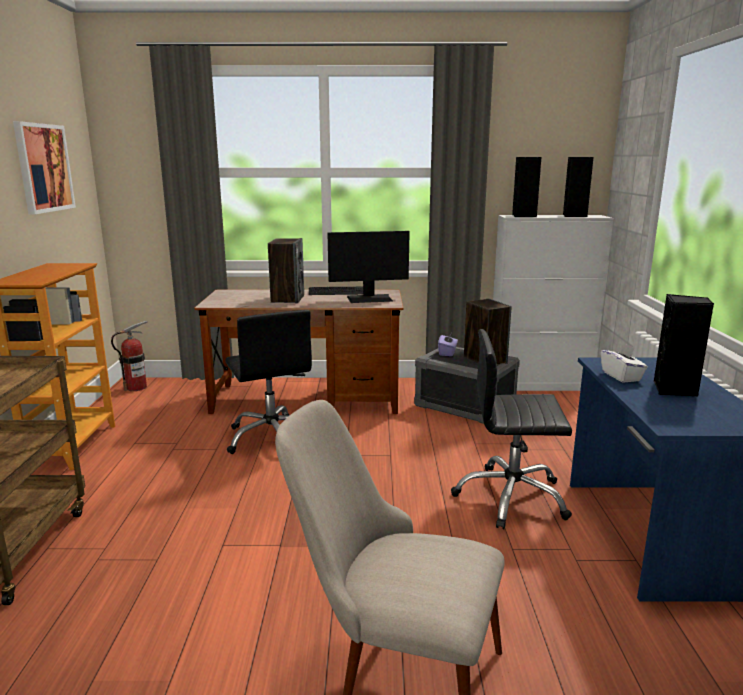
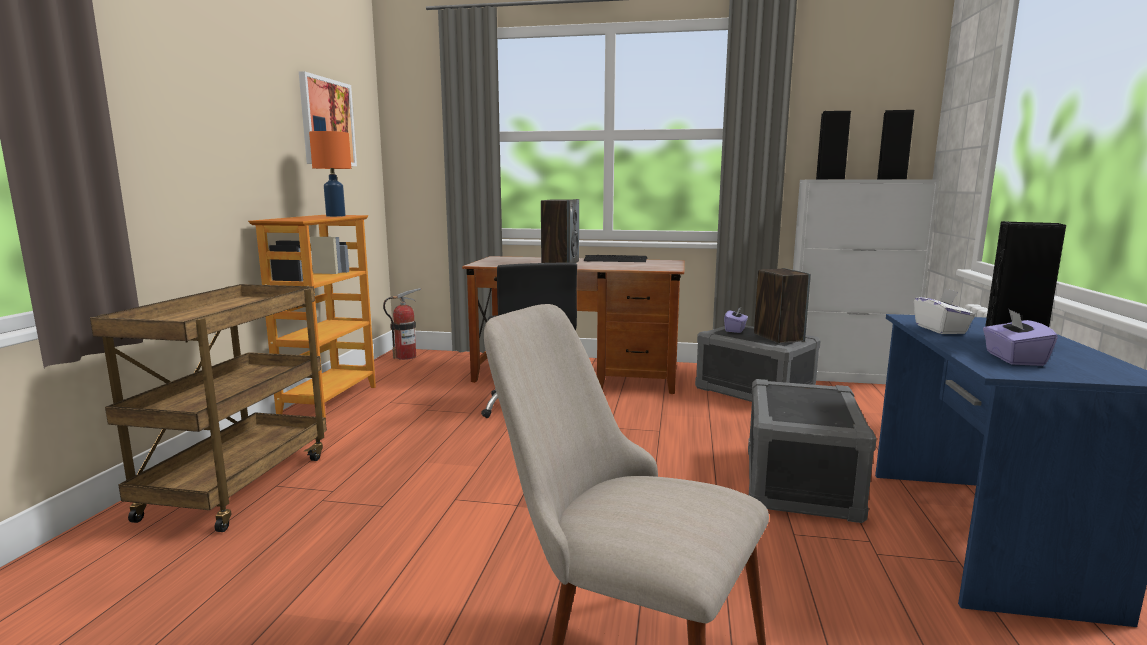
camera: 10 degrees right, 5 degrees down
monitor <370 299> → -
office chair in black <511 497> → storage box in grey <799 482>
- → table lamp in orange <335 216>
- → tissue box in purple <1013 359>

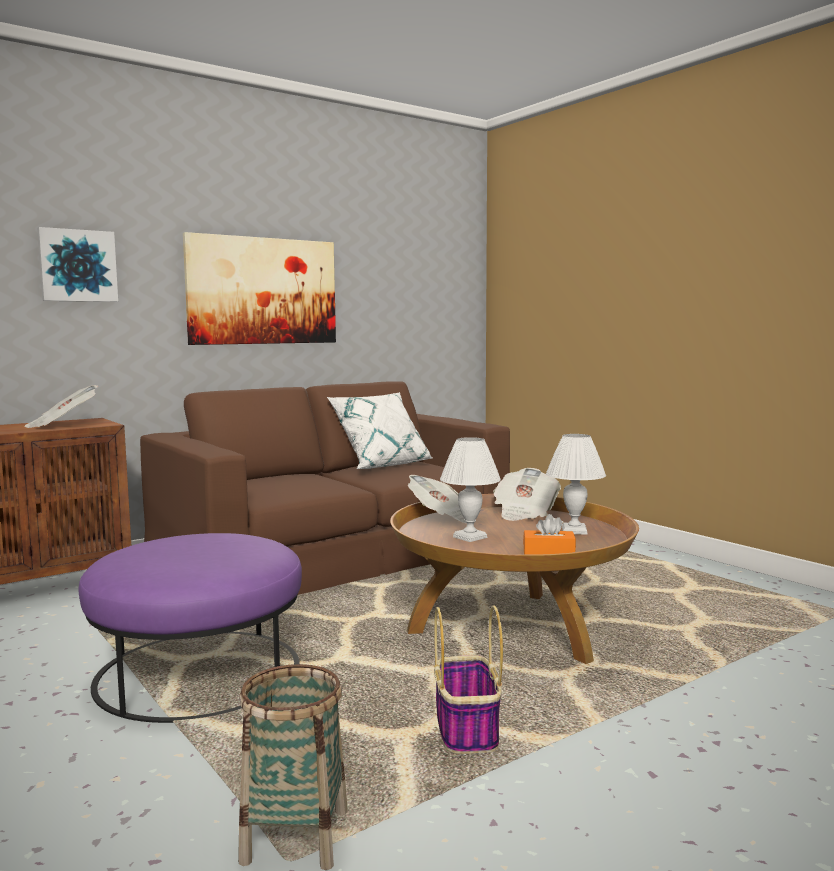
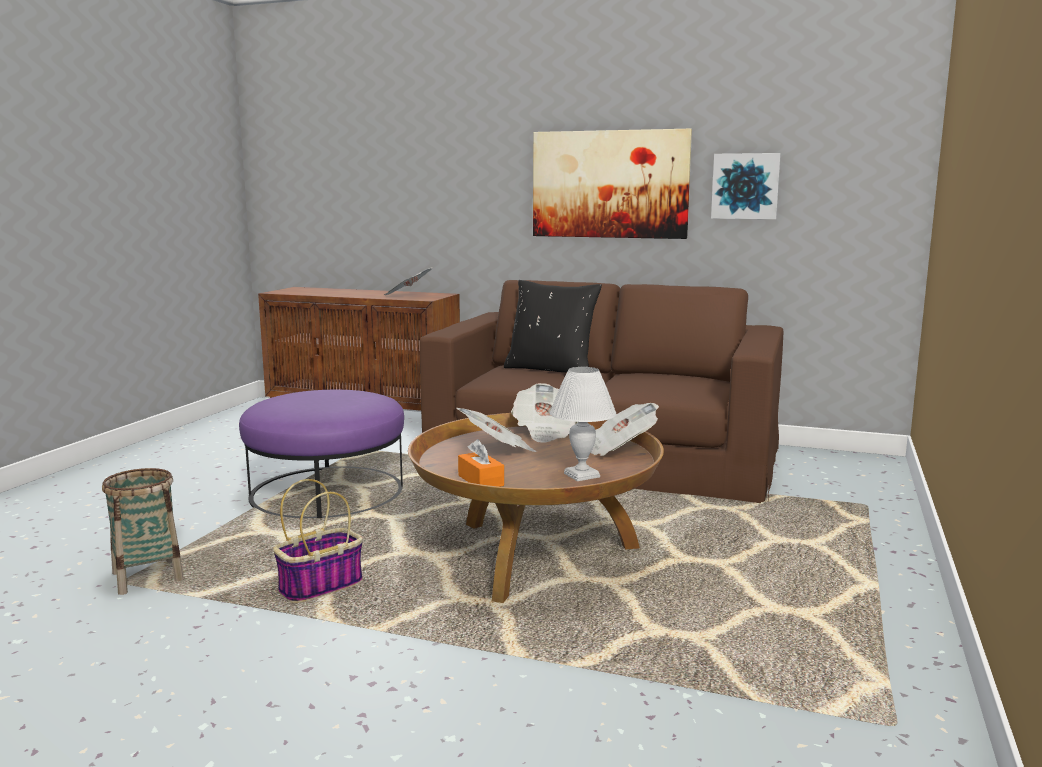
camera: 55 degrees right, 5 degrees up
picture <77 266> → picture <745 186>, relocated
pillow in white <382 465> → -
table lamp in white <470 537> → newspaper <497 450>
- → pillow in black <551 369>

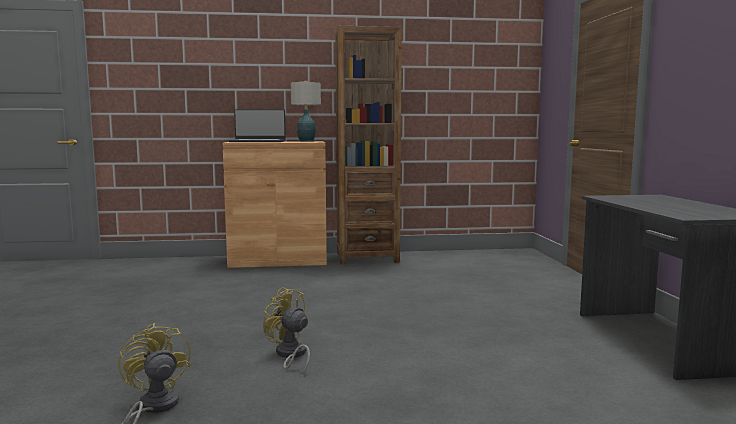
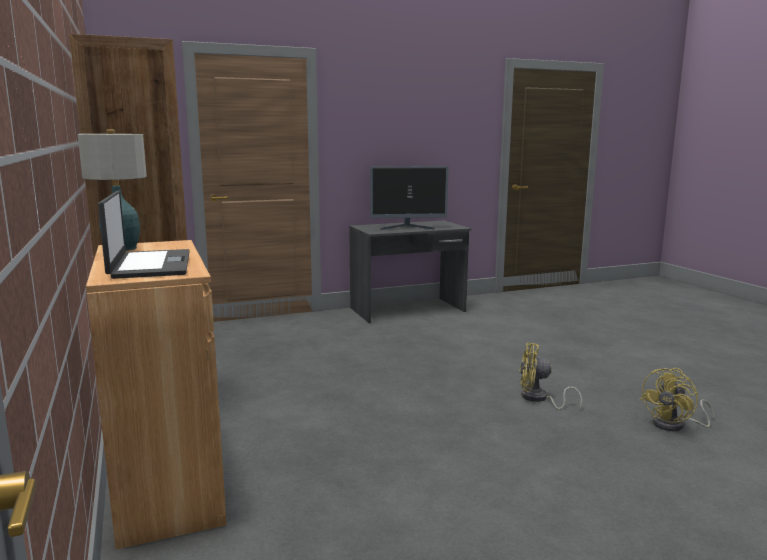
camera: 105 degrees left, 5 degrees up
fan in yellow <290 355> → fan in yellow <539 399>, 75 degrees clockwise
- → monitor <408 227>

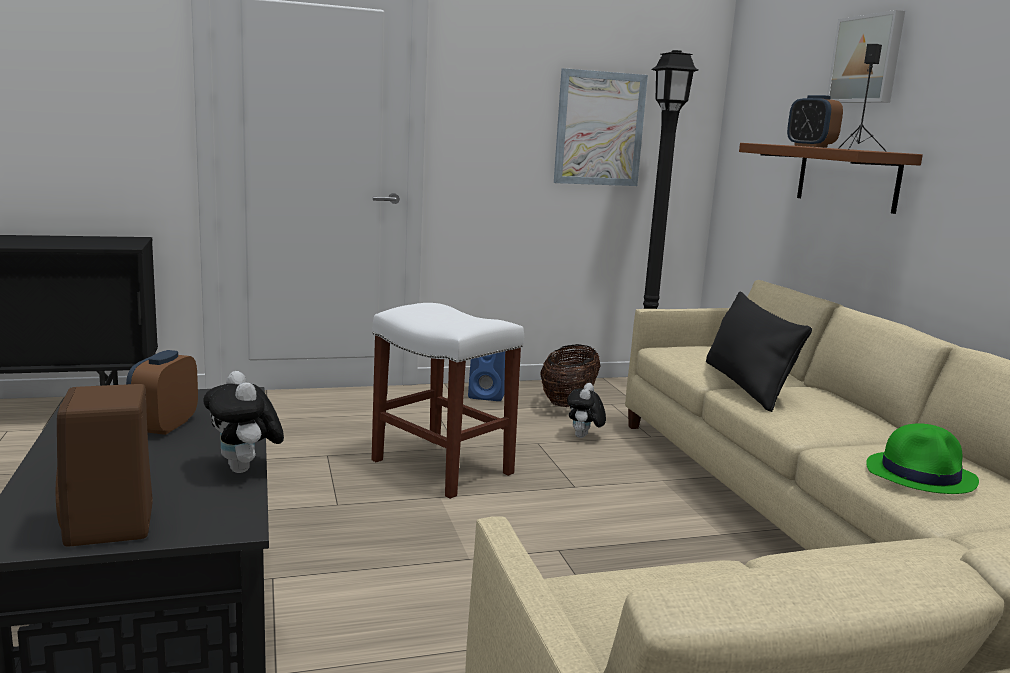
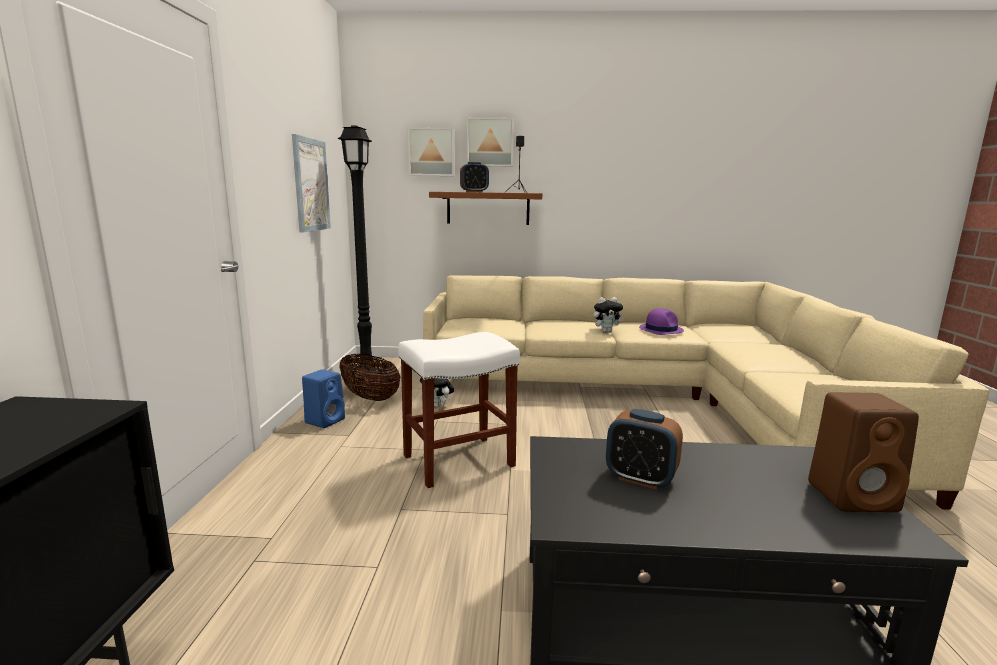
camera: 70 degrees left, 0 degrees up
pillow in black <745 385> → -
plush toy <245 469> → plush toy <606 331>, relocated
hat in green <921 474> → hat in purple <661 329>
- → picture <432 152>

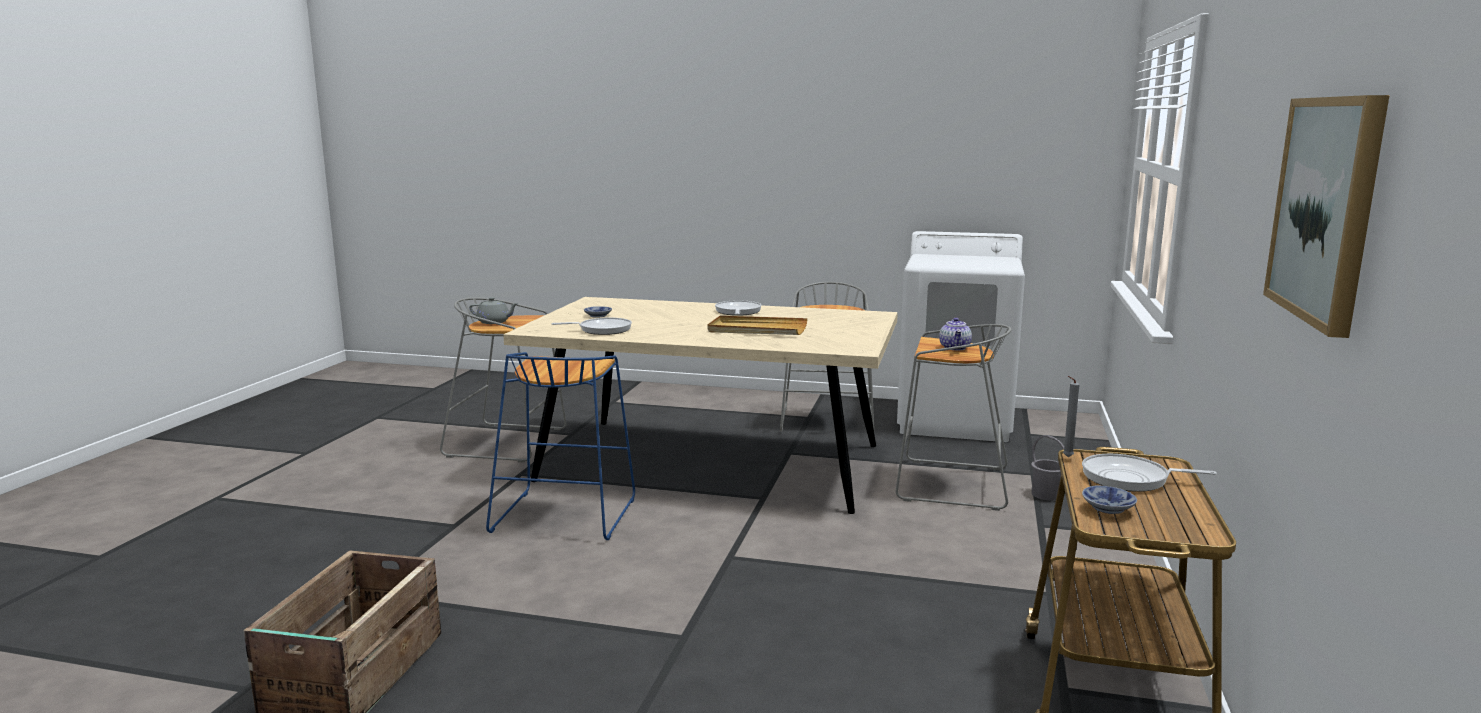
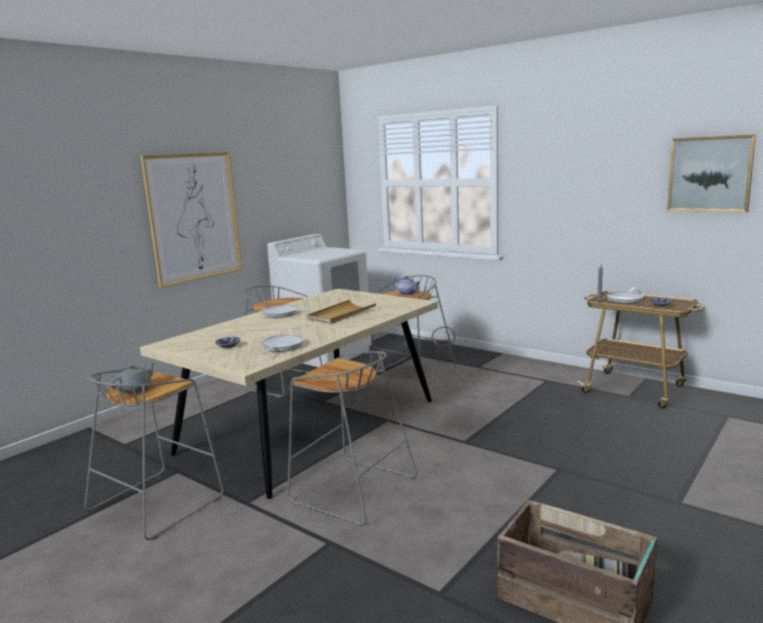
camera: 65 degrees left, 0 degrees up
stool in blue <564 514> → stool in grey <351 490>
- → picture <194 217>

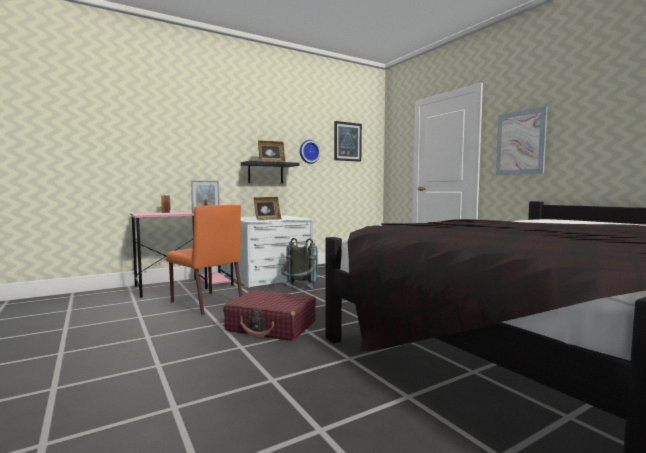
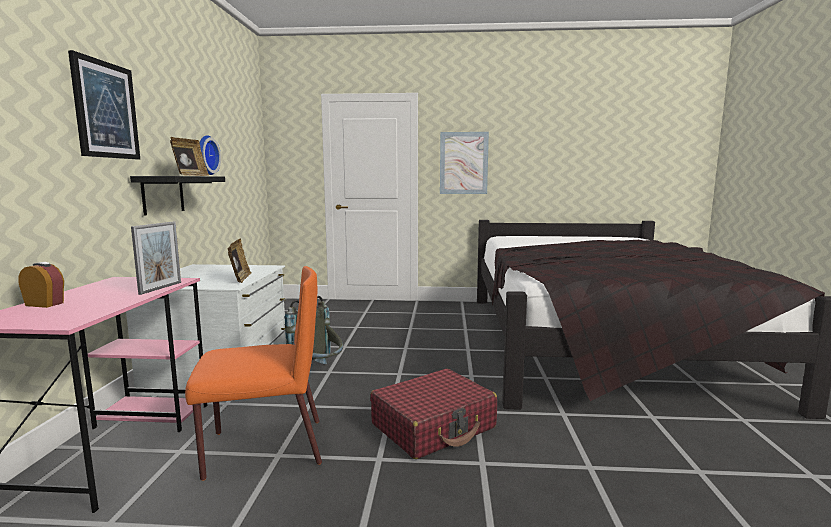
camera: 55 degrees left, 5 degrees up
picture <347 141> → picture <105 110>, relocated

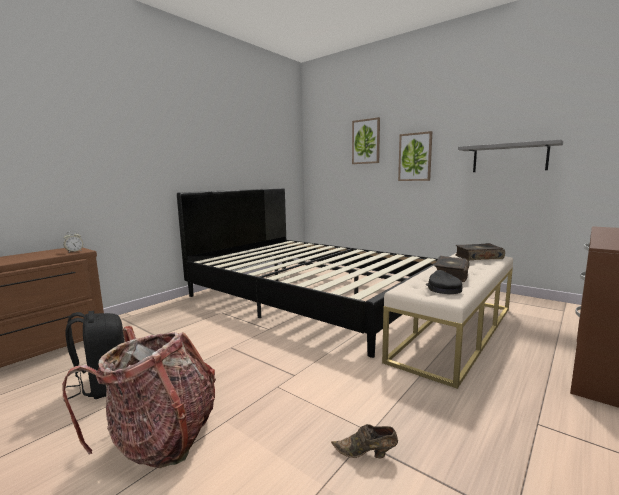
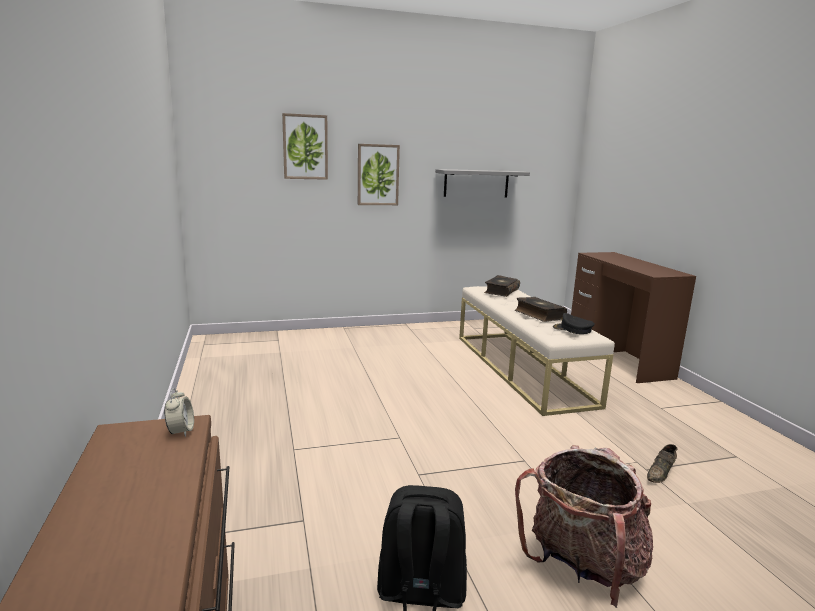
camera: 55 degrees left, 5 degrees up
bed in black <312 297> → -

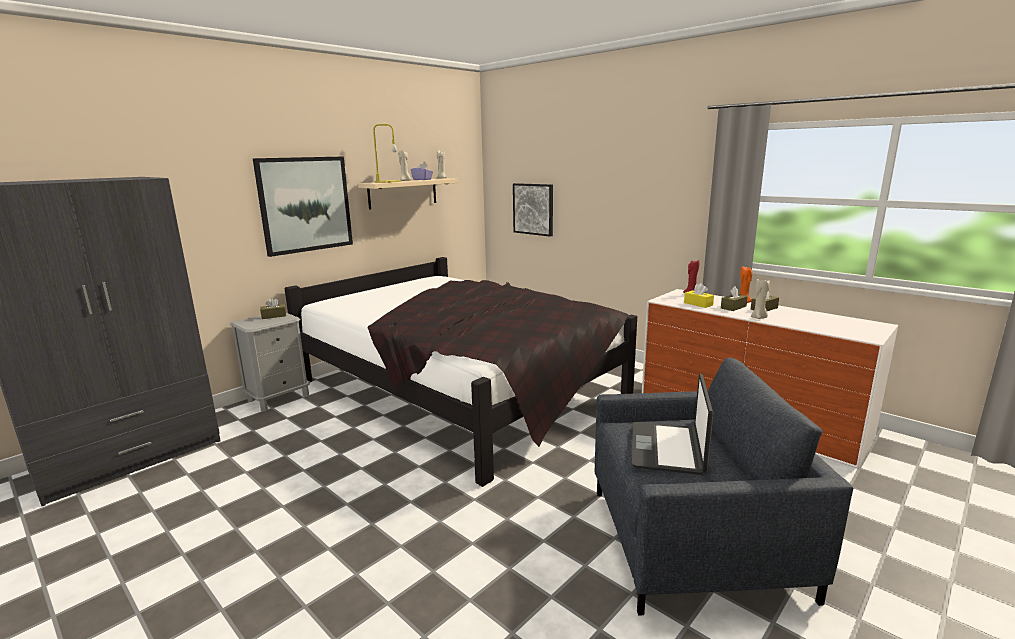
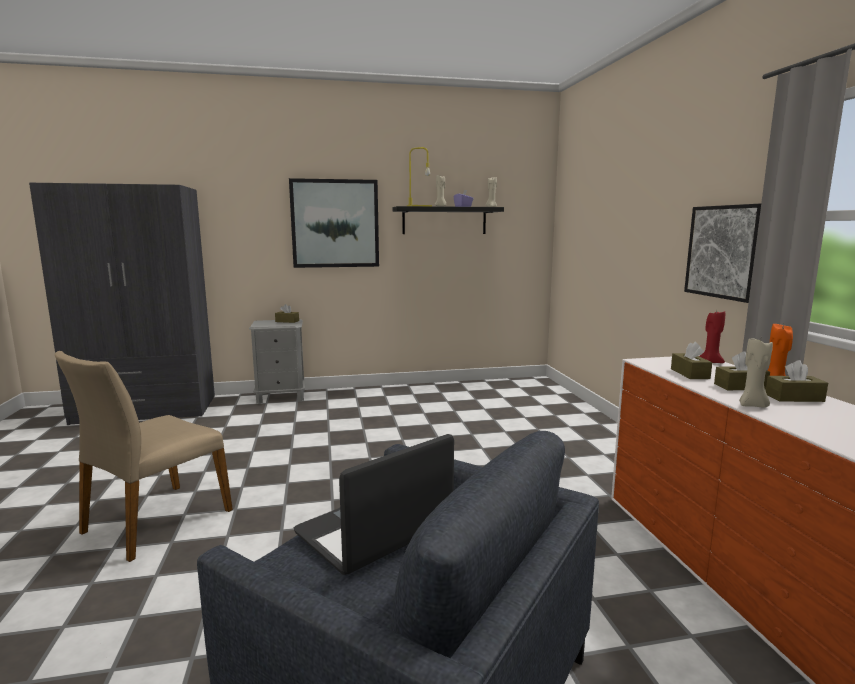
camera: 35 degrees right, 5 degrees down
shelf in beige <403 193> → shelf in black <444 220>
picture <533 209> → picture <724 251>, relocated
bed in black <462 388> → -
tissue box in yellow <698 304> → tissue box in brown <689 373>
- → chair in beige <155 521>

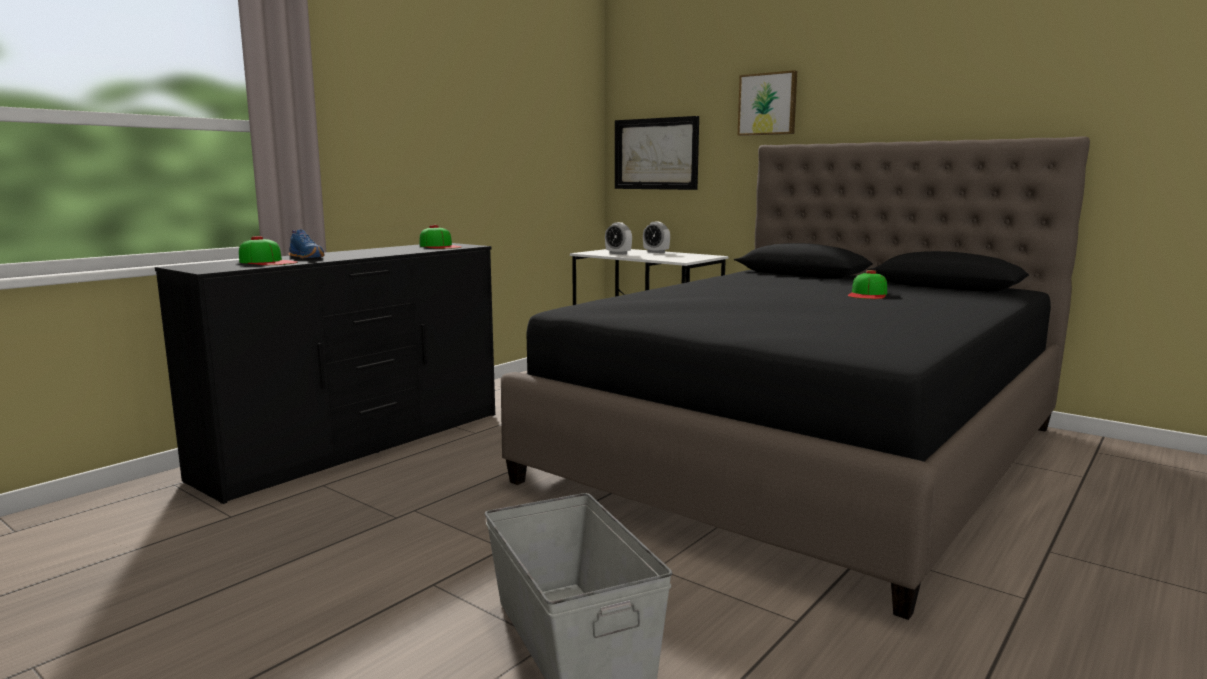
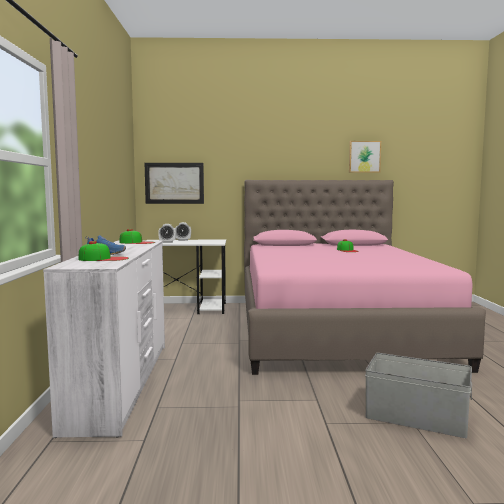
camera: 40 degrees left, 5 degrees down
picture <768 104> → picture <364 157>, relocated
bed in black <804 453> → bed in pink <335 330>
dresser in black <359 445> → dresser in white <122 383>

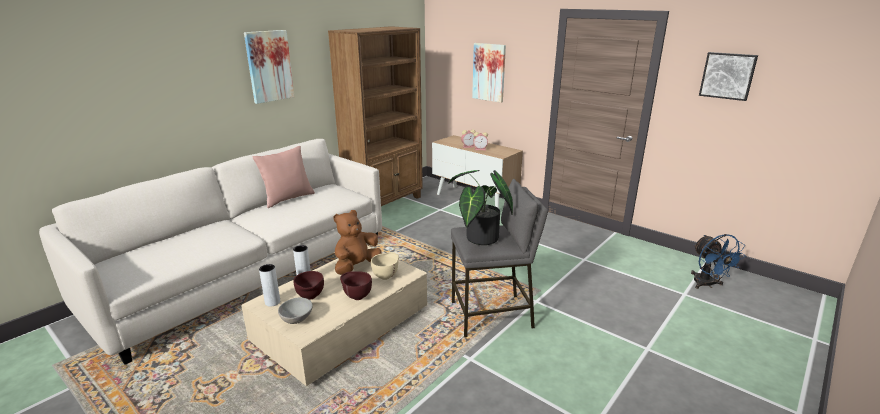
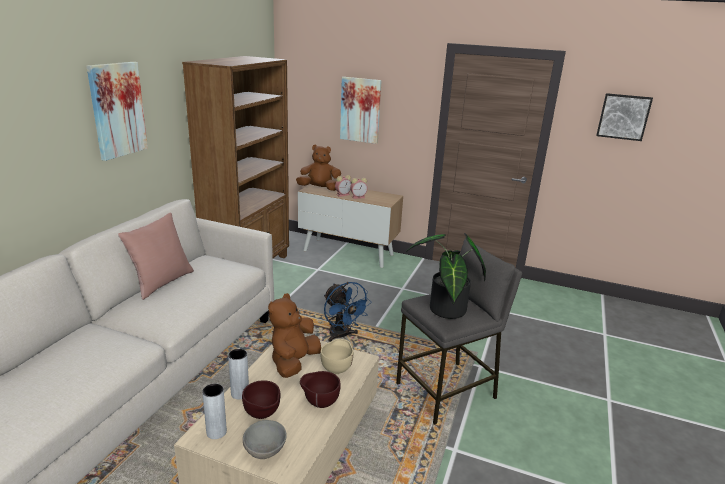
camera: 20 degrees left, 0 degrees up
fan in blue <707 285> → fan in blue <342 336>, relocated
- → plush toy in brown <319 189>

